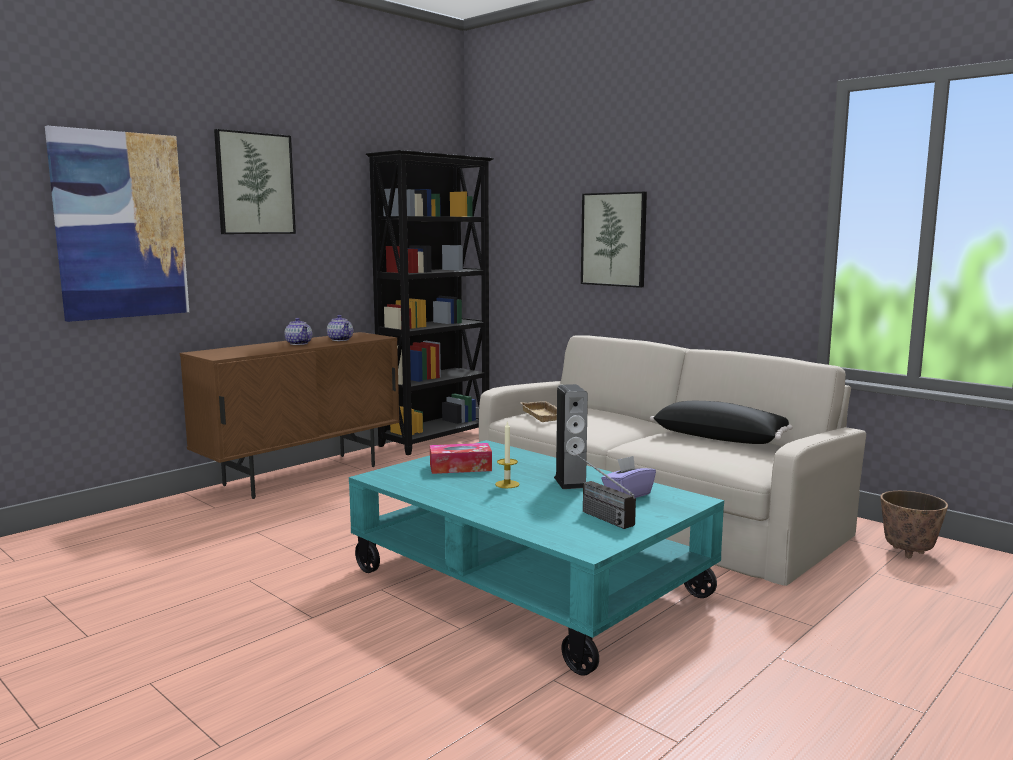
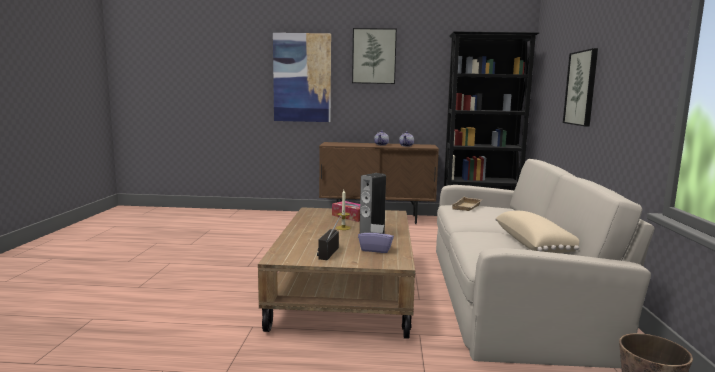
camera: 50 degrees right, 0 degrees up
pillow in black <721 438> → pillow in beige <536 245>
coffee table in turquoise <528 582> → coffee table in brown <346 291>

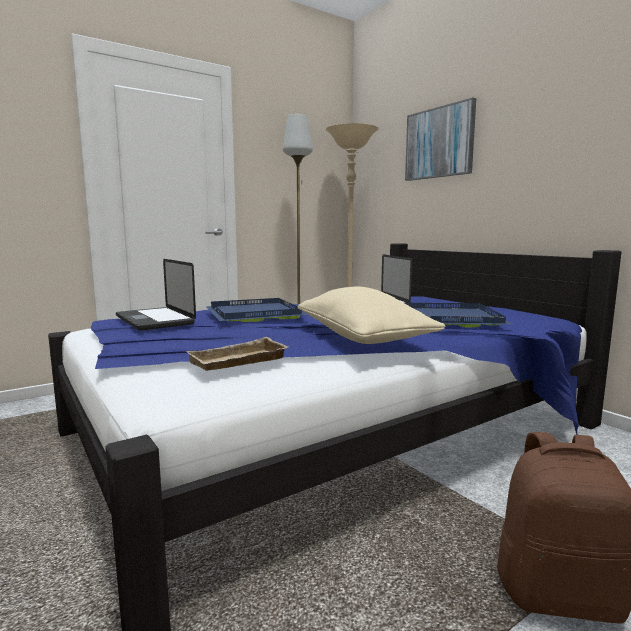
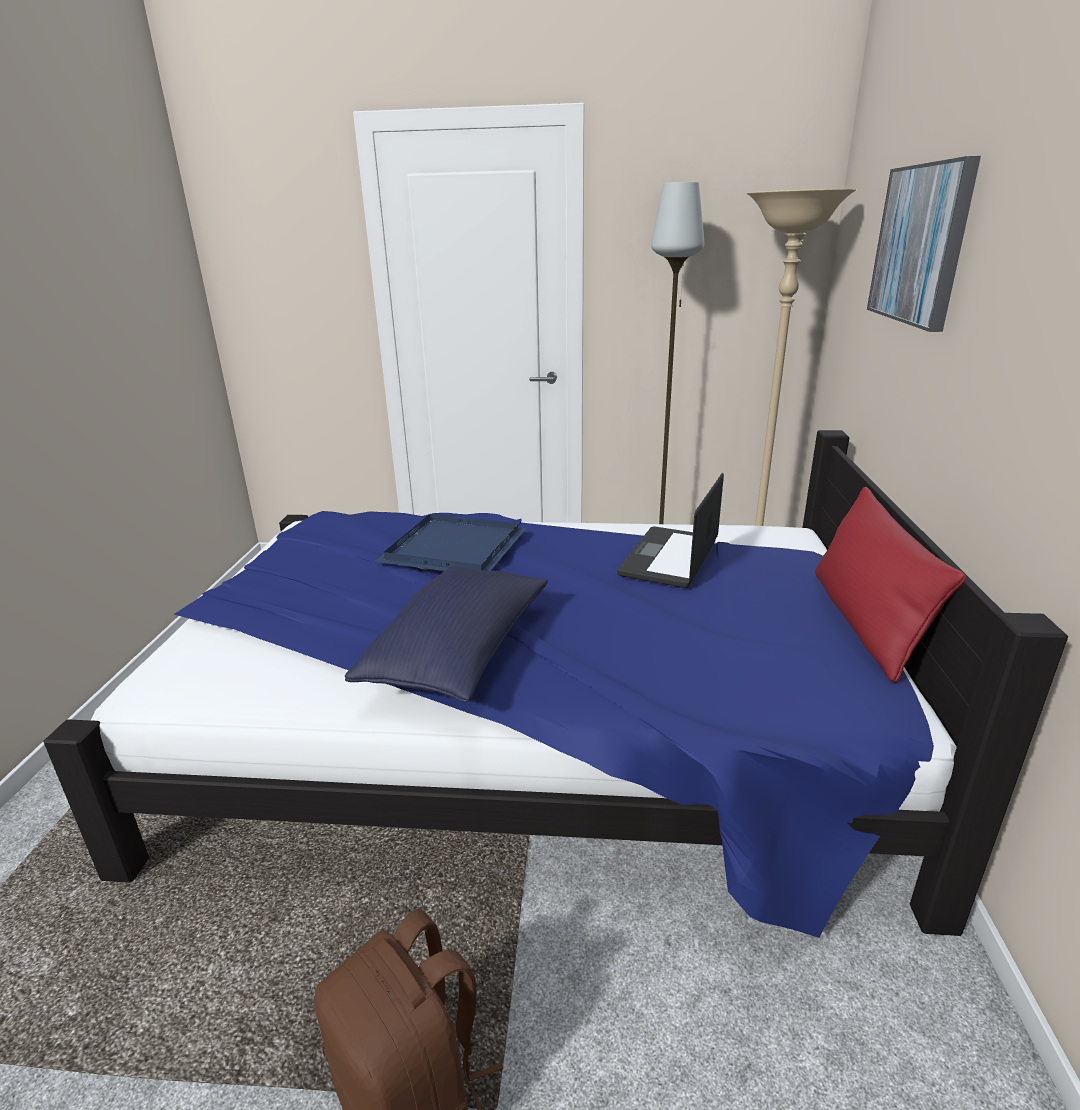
camera: 40 degrees right, 15 degrees up
laptop <154 320> → -
pillow in beige <362 338> → pillow in blue <460 653>
tray in blue <452 319> → -
tray in beige <238 362> → -
- → pillow in red <864 621>

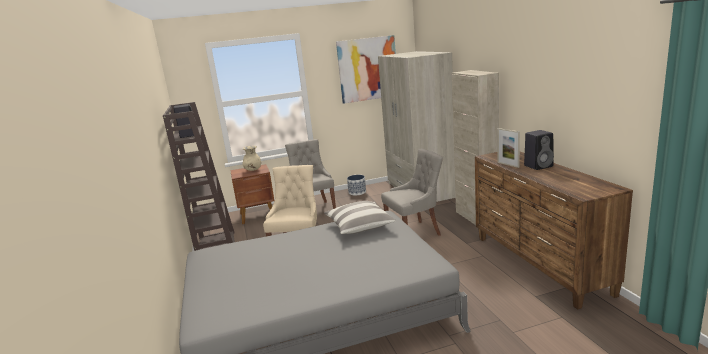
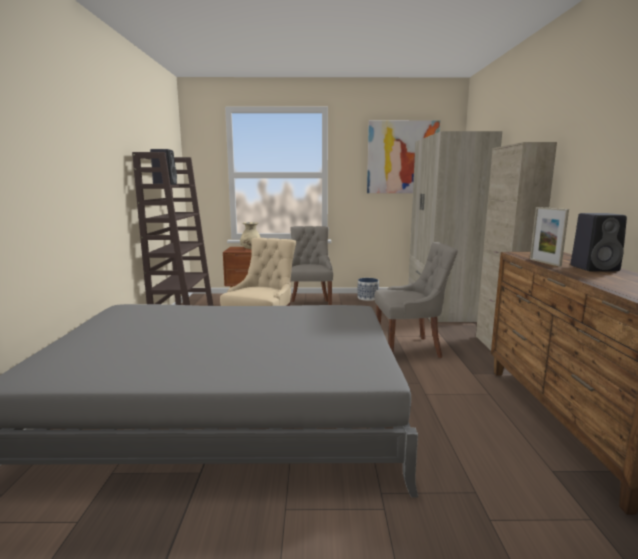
camera: 15 degrees right, 5 degrees down
pillow <359 226> → -

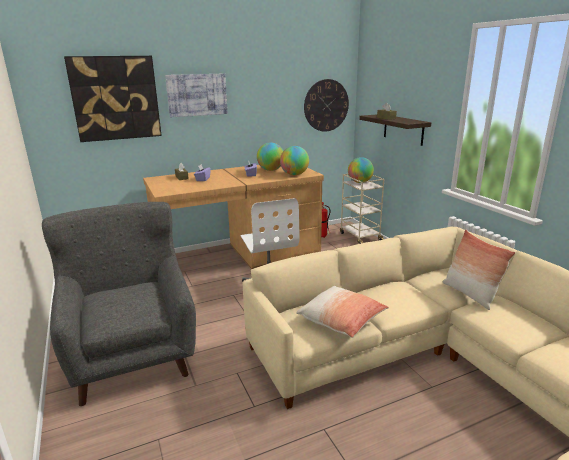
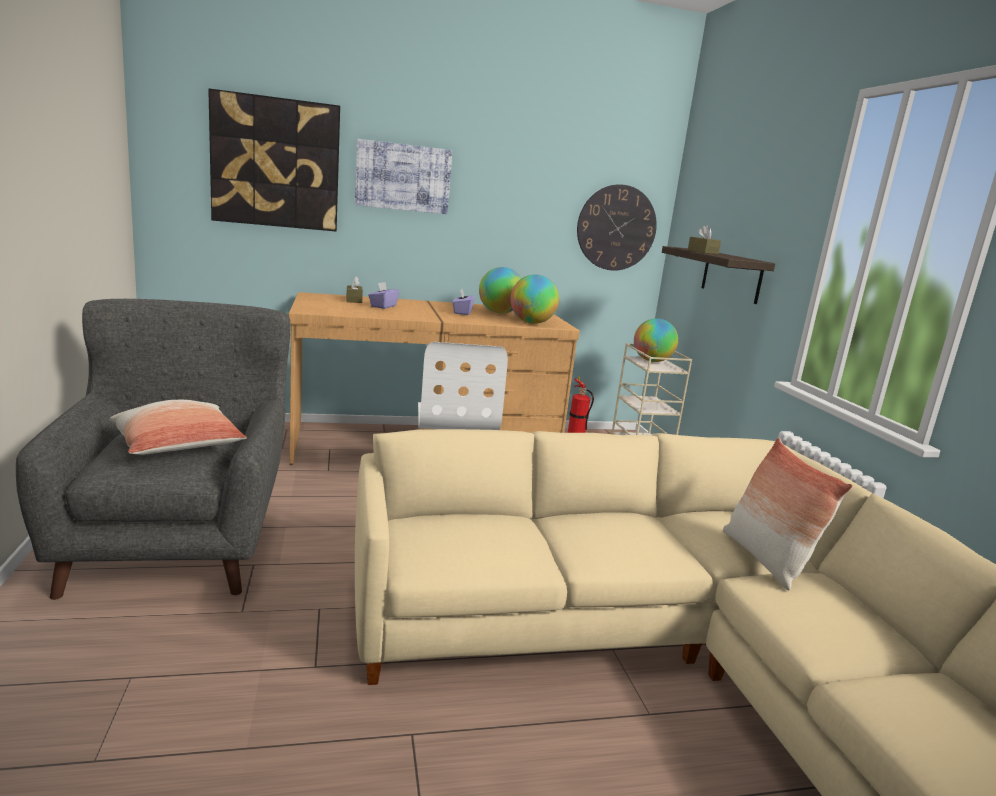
camera: 10 degrees right, 5 degrees down
pillow <342 320> → pillow <179 447>, relocated

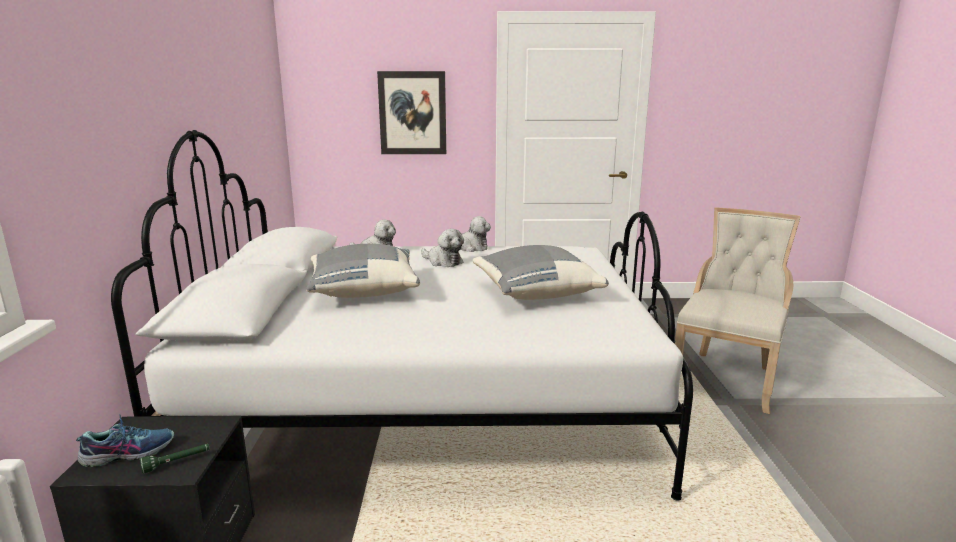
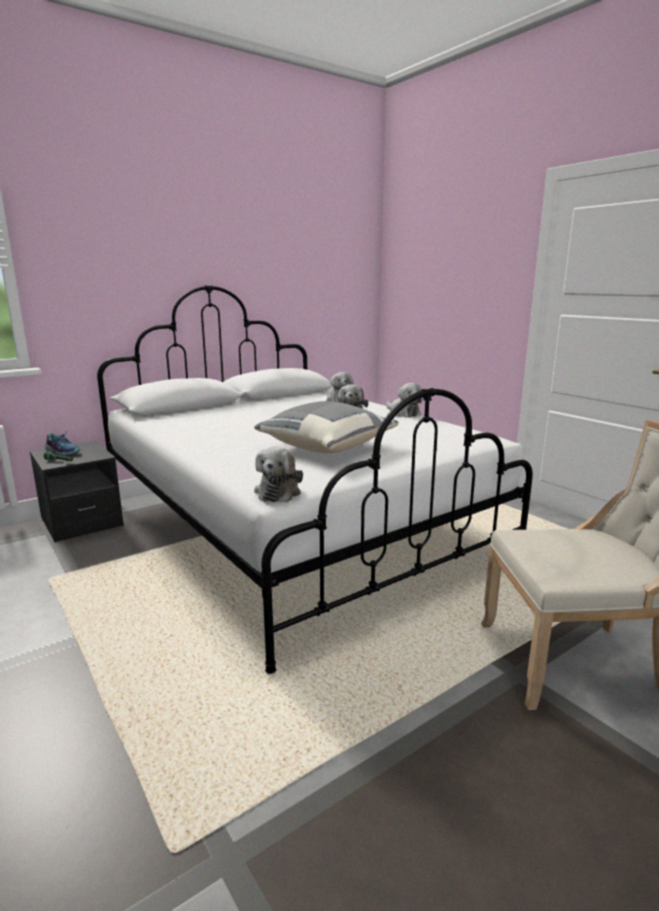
camera: 55 degrees right, 0 degrees up
picture <412 113> → -
pillow in grey <363 291> → -
- → plush toy <279 491>

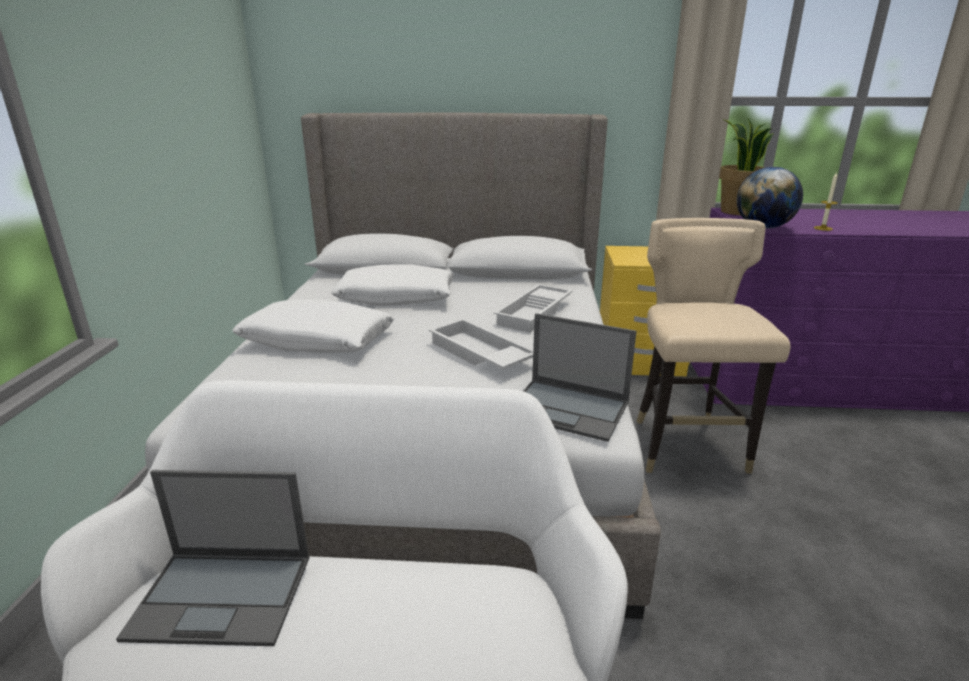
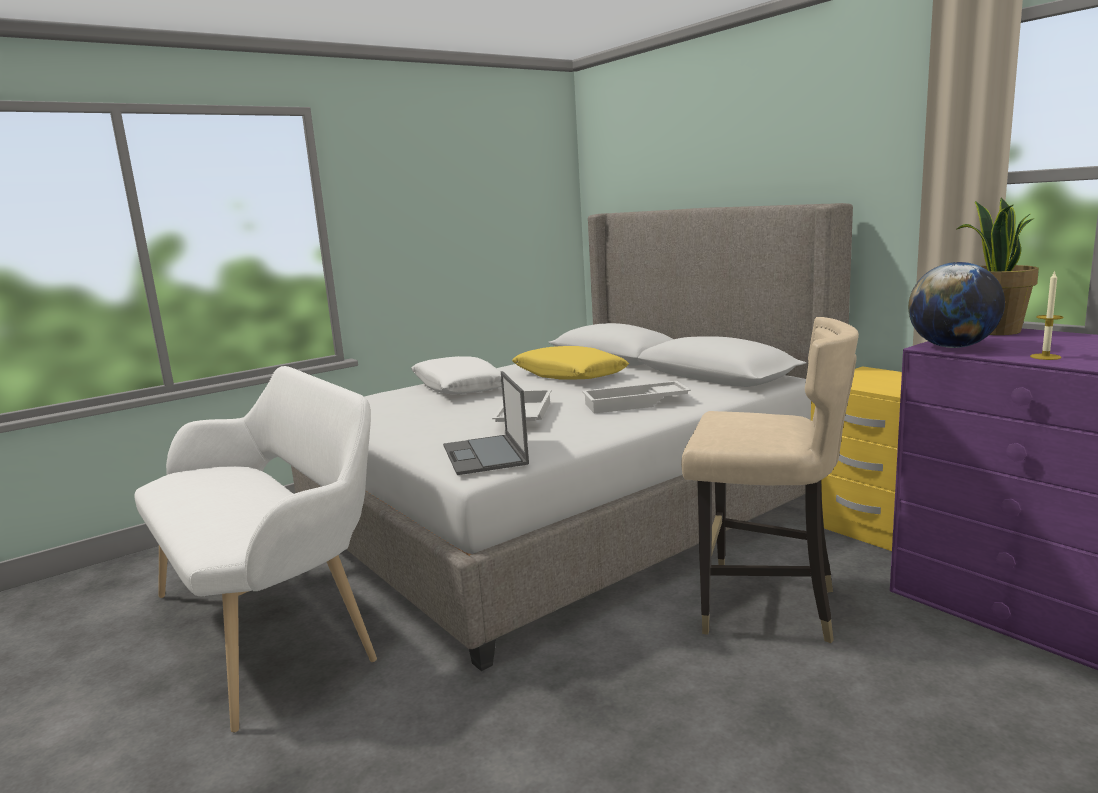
camera: 50 degrees right, 10 degrees down
chair in beige <686 448> → chair in beige <765 607>, 60 degrees clockwise
pillow in white <396 297> → pillow in yellow <569 375>
laptop <224 596> → -

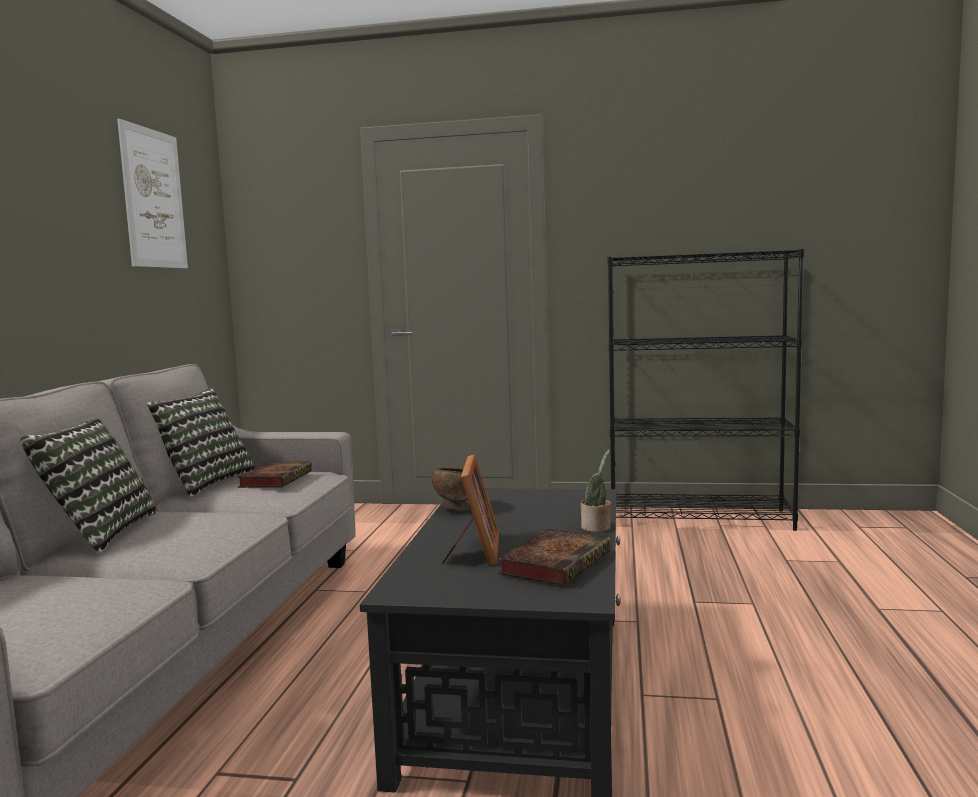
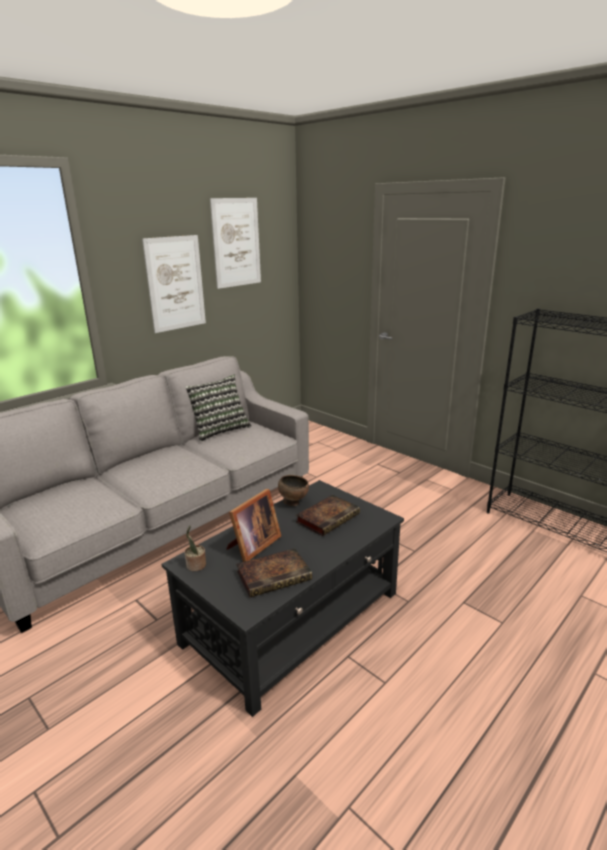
camera: 35 degrees right, 15 degrees up
pillow <99 533> → -
potted plant <597 528> → potted plant <196 566>, relocated
book <276 479> → book <328 517>, relocated
- → picture <175 283>

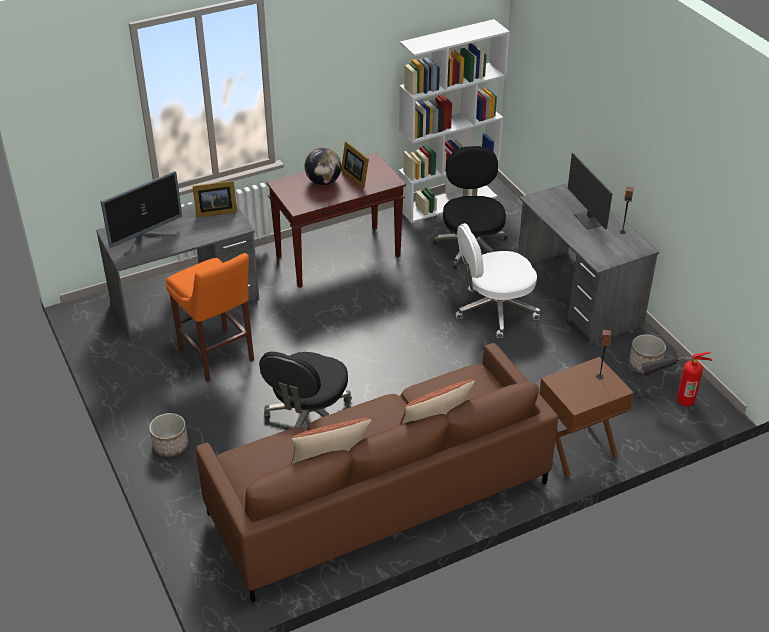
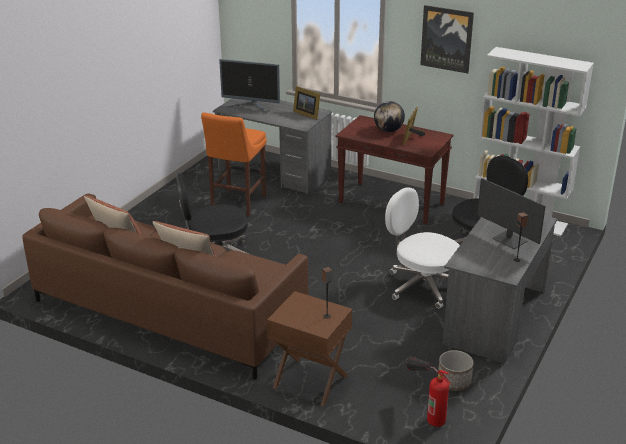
camera: 55 degrees right, 10 degrees down
monitor <589 220> → monitor <509 240>, 75 degrees counterclockwise
planter <170 445> → -
- → picture <447 38>

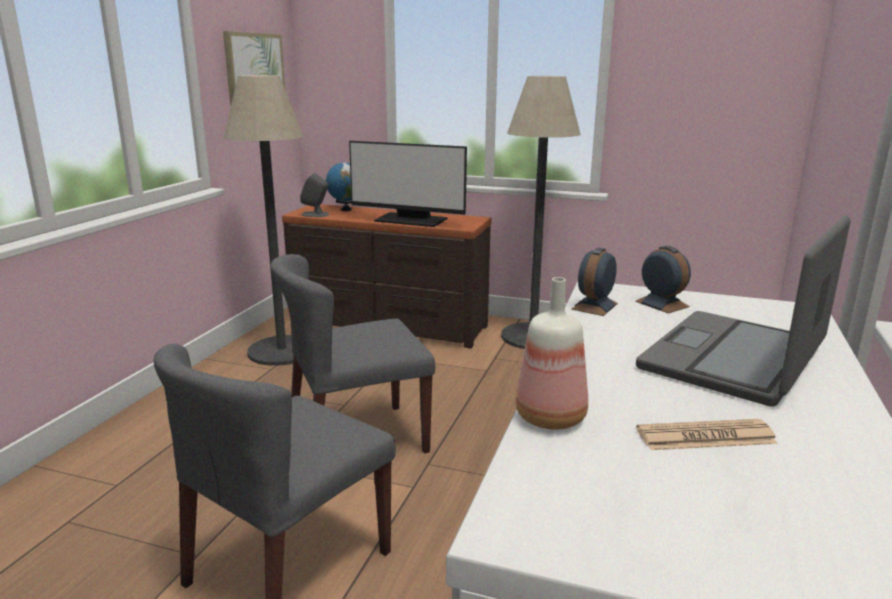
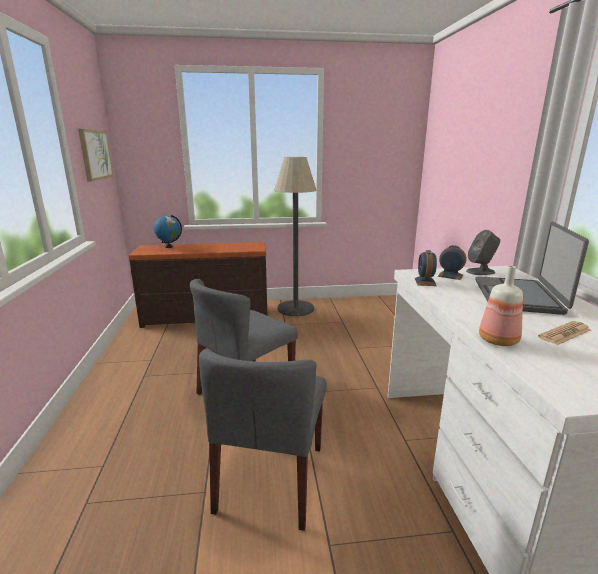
camera: 25 degrees left, 0 degrees up
floor lamp <282 351> → -
monitor <410 220> → -
speaker in grey <315 214> → speaker in grey <480 271>, relocated

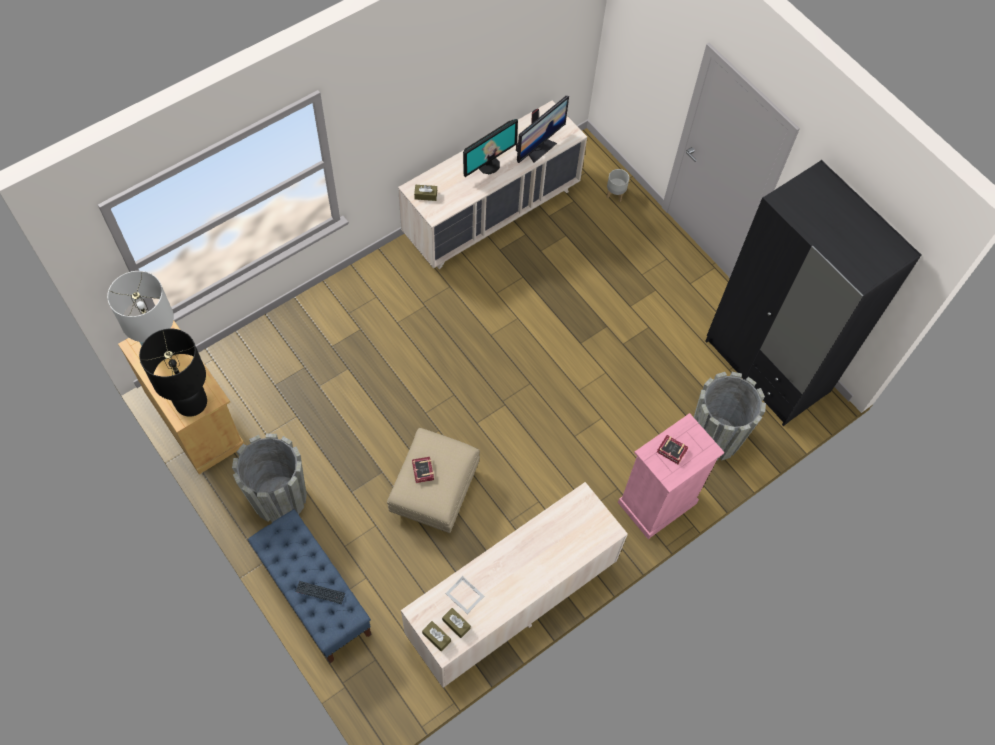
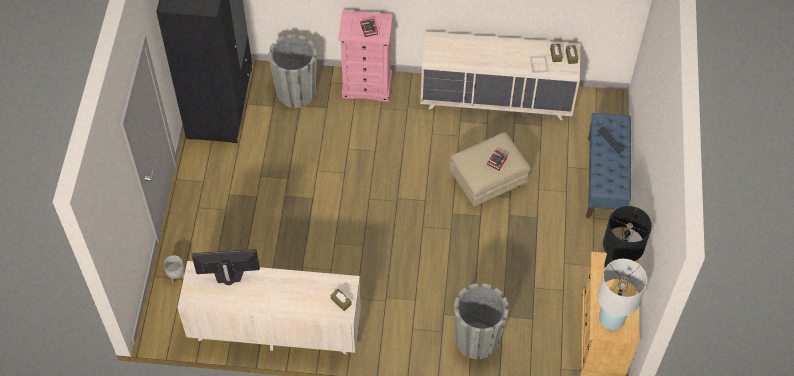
camera: 135 degrees left, 5 degrees down
monitor <488 165> → -
planter in grey <279 498> → planter in grey <477 339>, relocated

